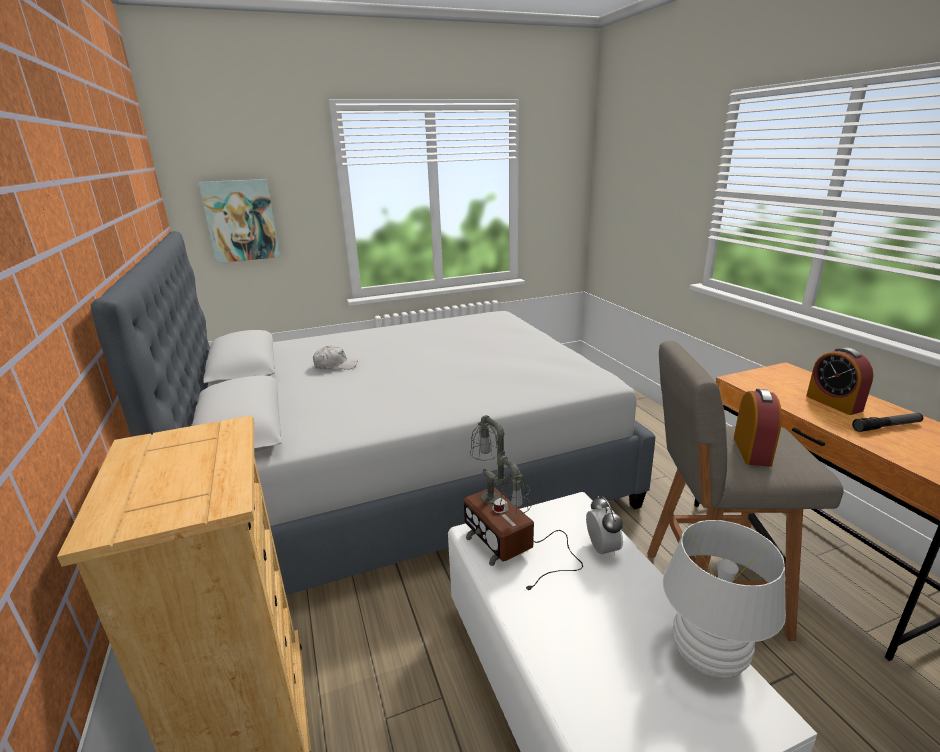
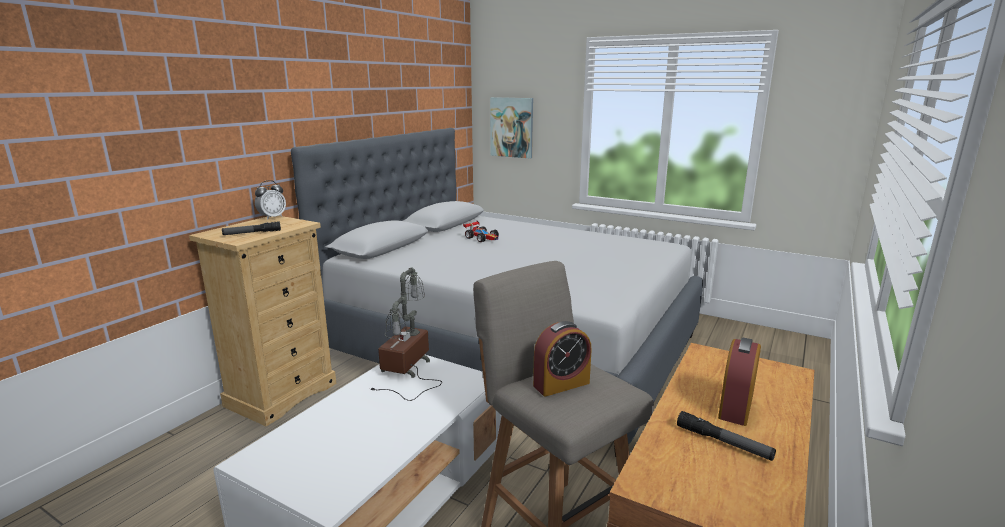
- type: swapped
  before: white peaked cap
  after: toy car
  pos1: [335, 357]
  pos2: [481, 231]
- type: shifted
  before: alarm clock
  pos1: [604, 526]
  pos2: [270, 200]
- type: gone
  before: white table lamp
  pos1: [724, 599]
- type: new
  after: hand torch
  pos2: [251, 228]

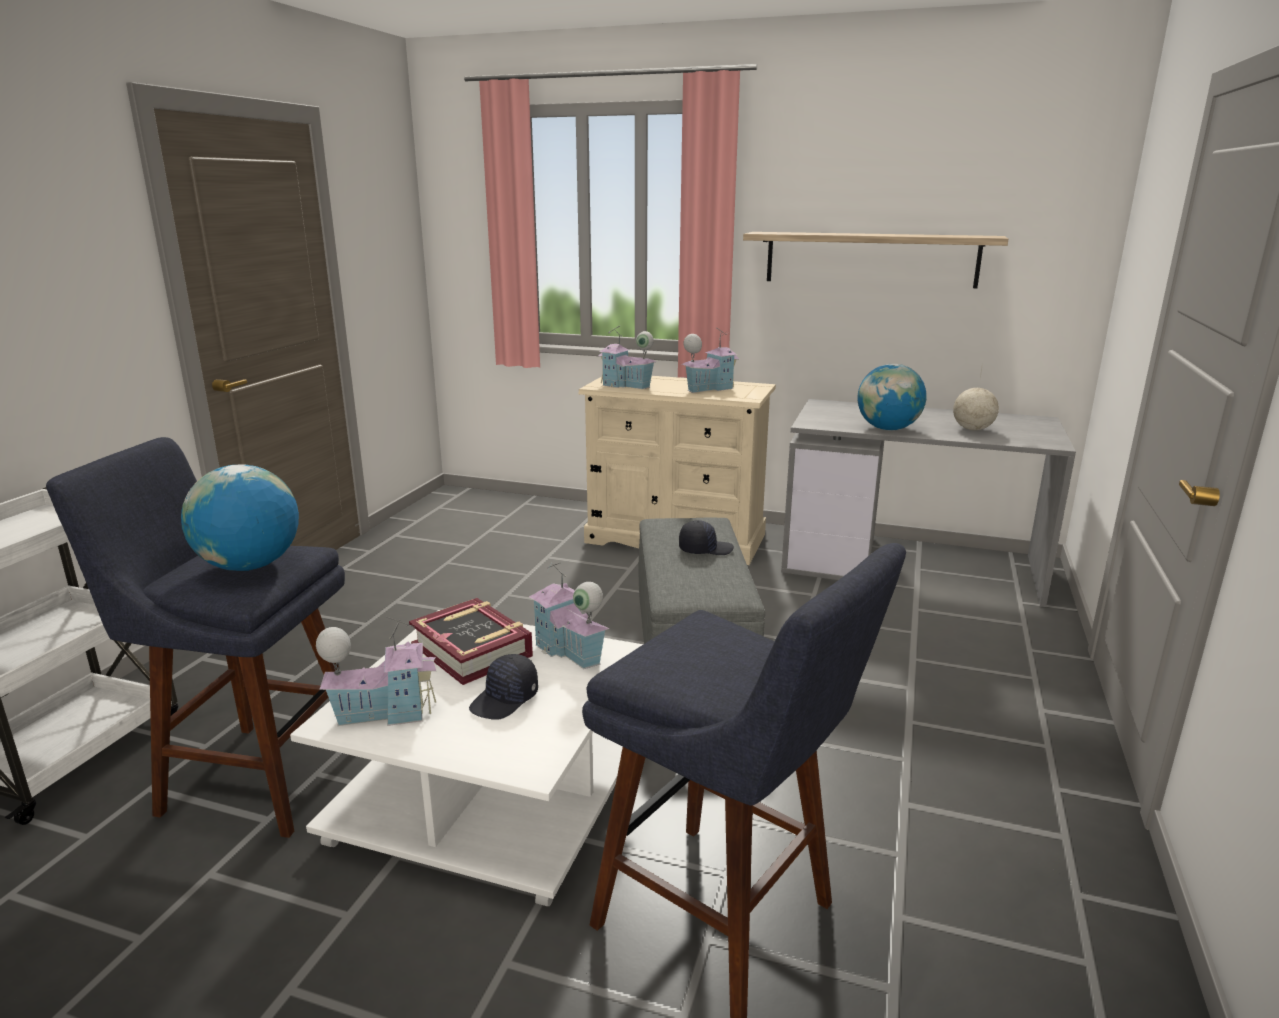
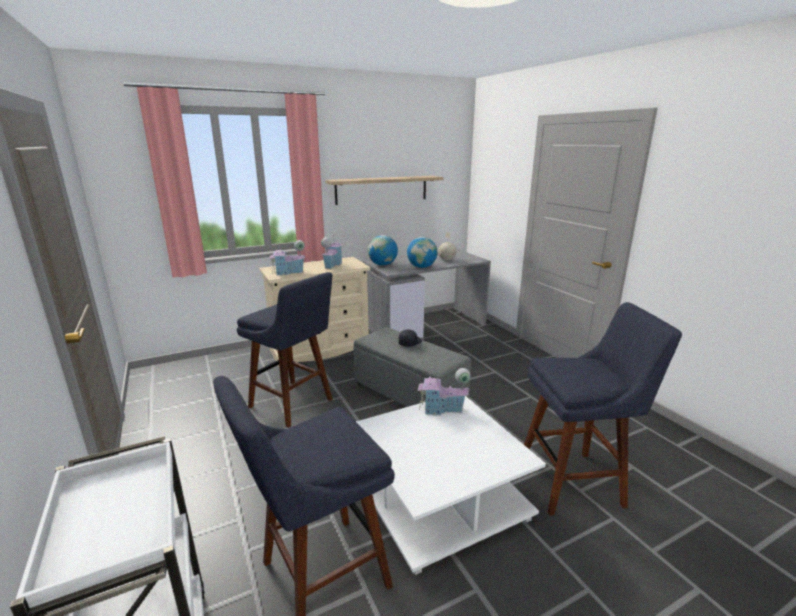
- type: shifted
  before: world globe
  pos1: [240, 517]
  pos2: [383, 250]
- type: gone
  before: model house
  pos1: [376, 671]
- type: gone
  before: volume
  pos1: [471, 641]
- type: gone
  before: blackish peaked cap
  pos1: [503, 687]
- type: new
  after: blue sitting stool
  pos2: [284, 350]

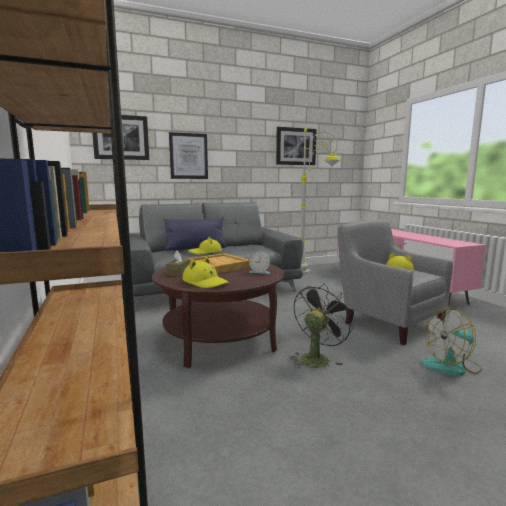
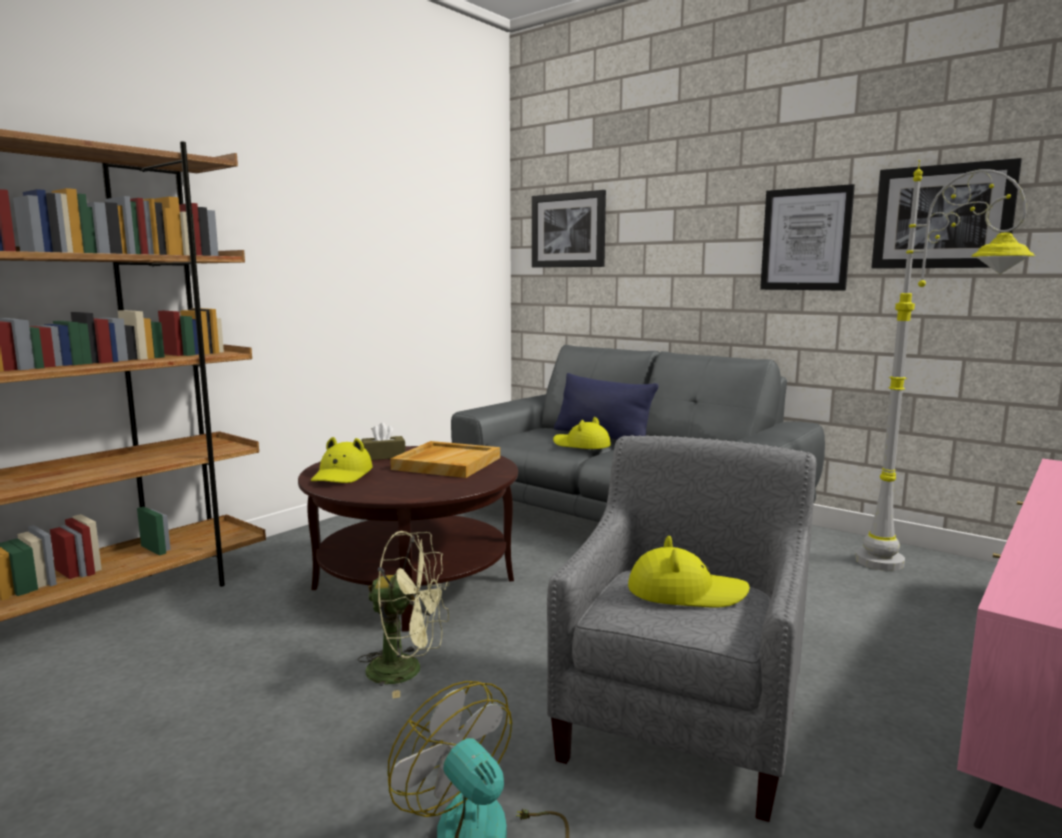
- type: shifted
  before: wall picture
  pos1: [188, 155]
  pos2: [807, 237]
- type: gone
  before: alarm clock
  pos1: [259, 262]
- type: repainted
  before: blackish fan
  after: green-coloured fan
  pos1: [322, 326]
  pos2: [403, 614]

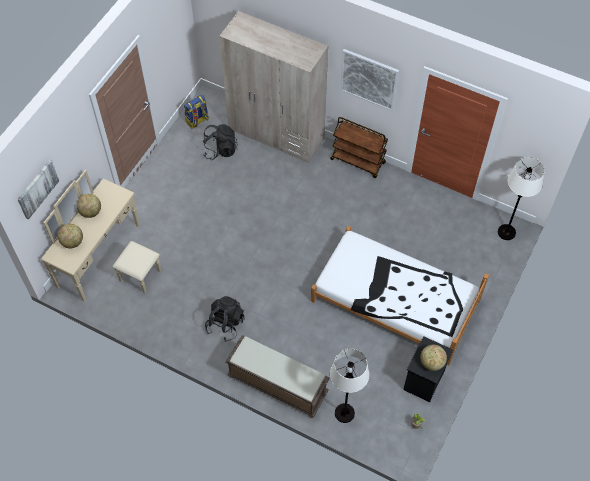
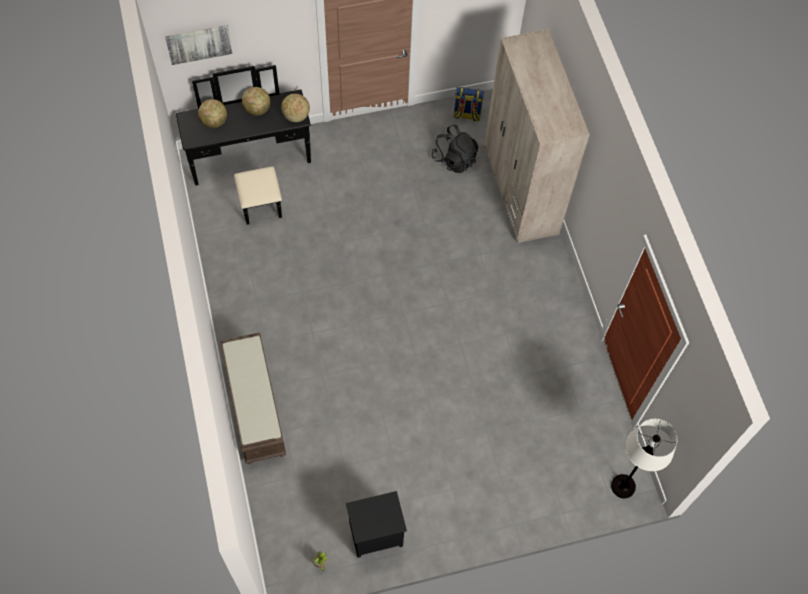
- type: repainted
  before: beige drawer chest
  after: blackish drawer chest
  pos1: [101, 236]
  pos2: [243, 145]
- type: gone
  before: blackish knapsack
  pos1: [225, 319]
- type: gone
  before: white bed
  pos1: [400, 296]
- type: gone
  before: brown trolley
  pos1: [359, 147]
- type: gone
  before: white standard lamp
  pos1: [349, 386]
- type: gone
  before: wall picture
  pos1: [369, 80]
- type: shifted
  before: world globe
  pos1: [433, 358]
  pos2: [295, 108]

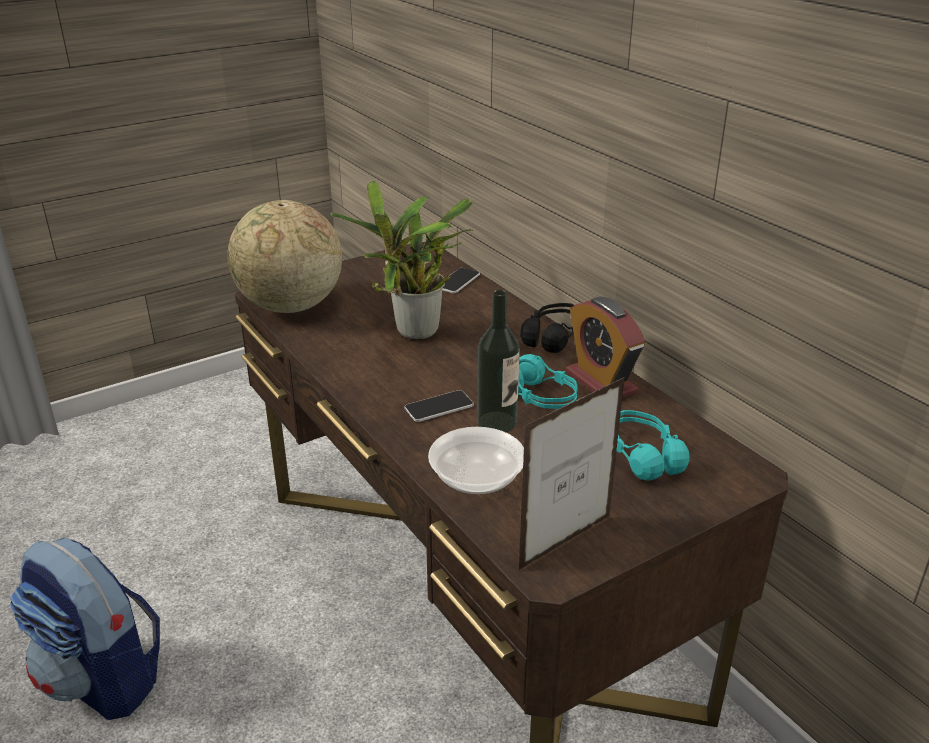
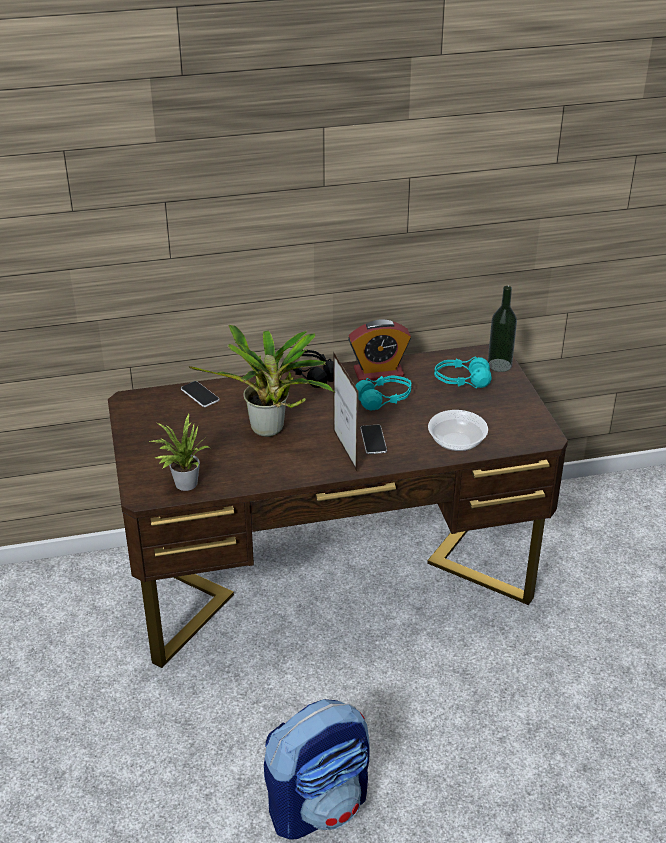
- type: swapped
  before: world globe
  after: houseplant
  pos1: [284, 256]
  pos2: [179, 452]
- type: shifted
  before: beverage bottle
  pos1: [498, 361]
  pos2: [502, 329]
- type: shifted
  before: standing frame
  pos1: [572, 473]
  pos2: [346, 411]

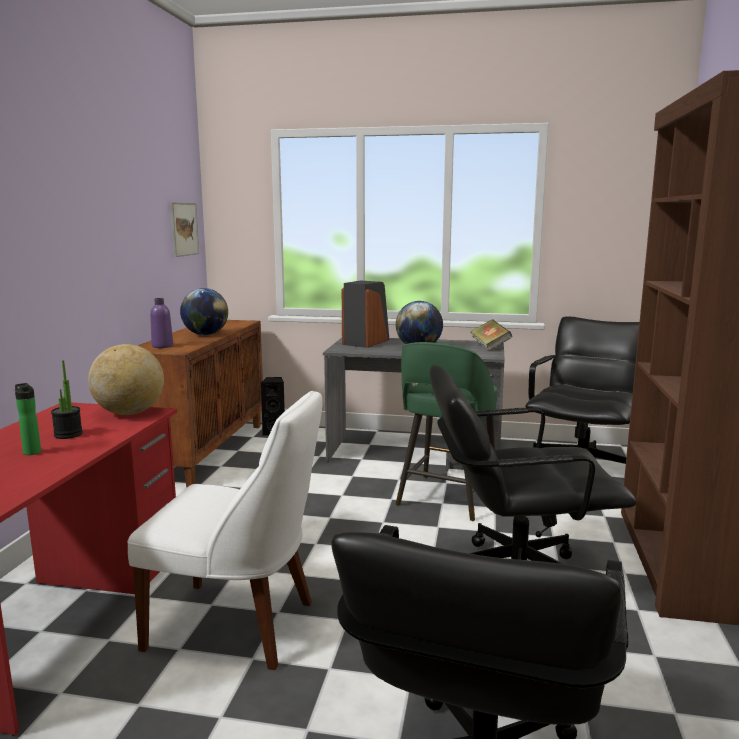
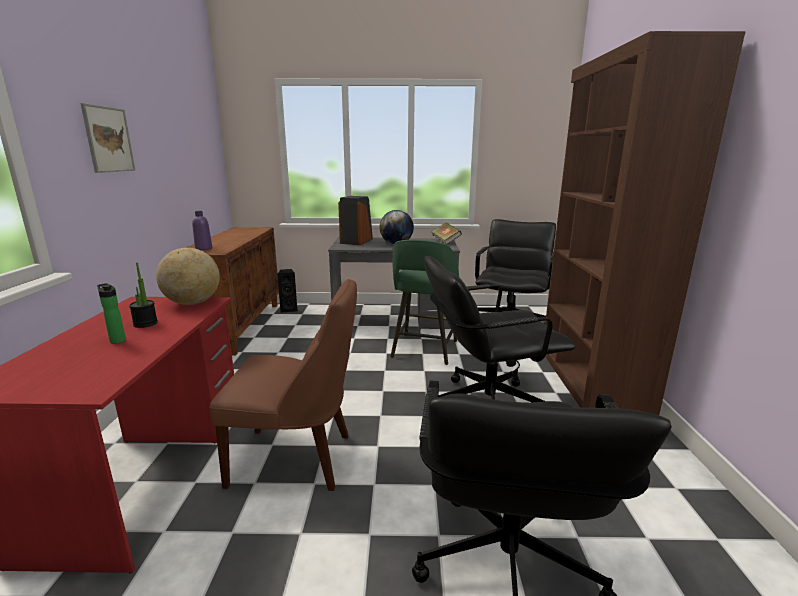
- type: repainted
  before: white chair
  after: brown chair
  pos1: [225, 530]
  pos2: [283, 385]
- type: shifted
  before: wall picture
  pos1: [184, 229]
  pos2: [107, 138]
- type: gone
  before: world globe
  pos1: [204, 311]

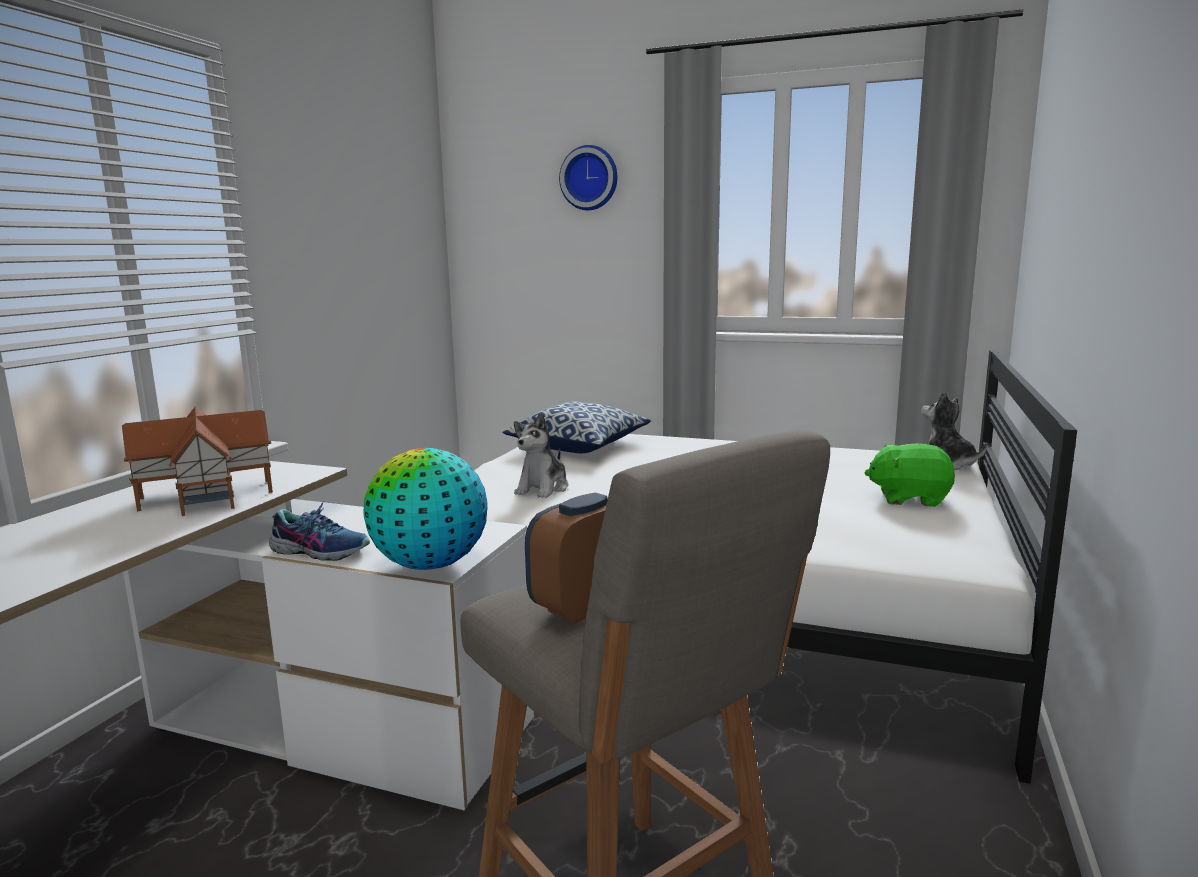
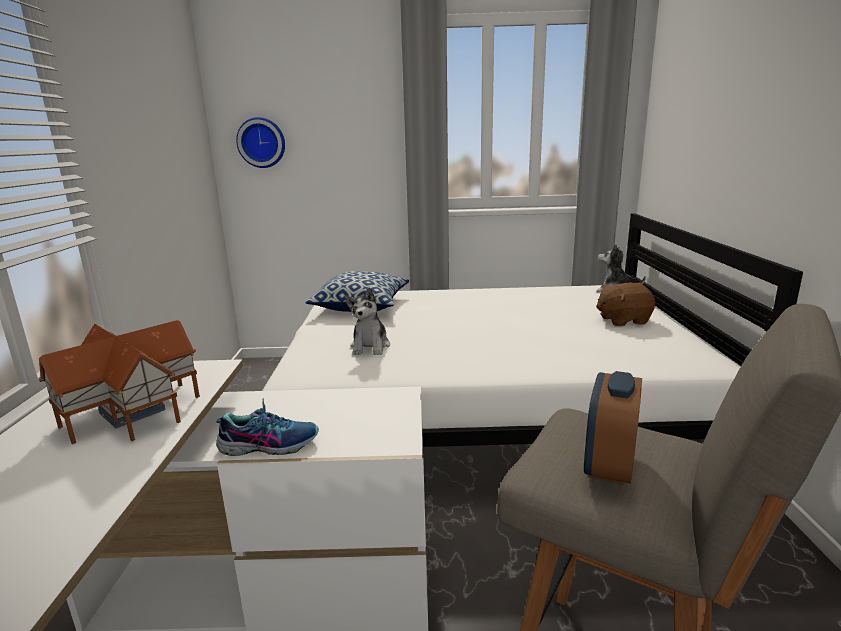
- type: gone
  before: world globe
  pos1: [425, 509]
- type: shifted
  before: clock on the wall
  pos1: [588, 177]
  pos2: [260, 142]
- type: repainted
  before: green-coloured cuddly toy
  after: brown cuddly toy
  pos1: [910, 475]
  pos2: [625, 304]

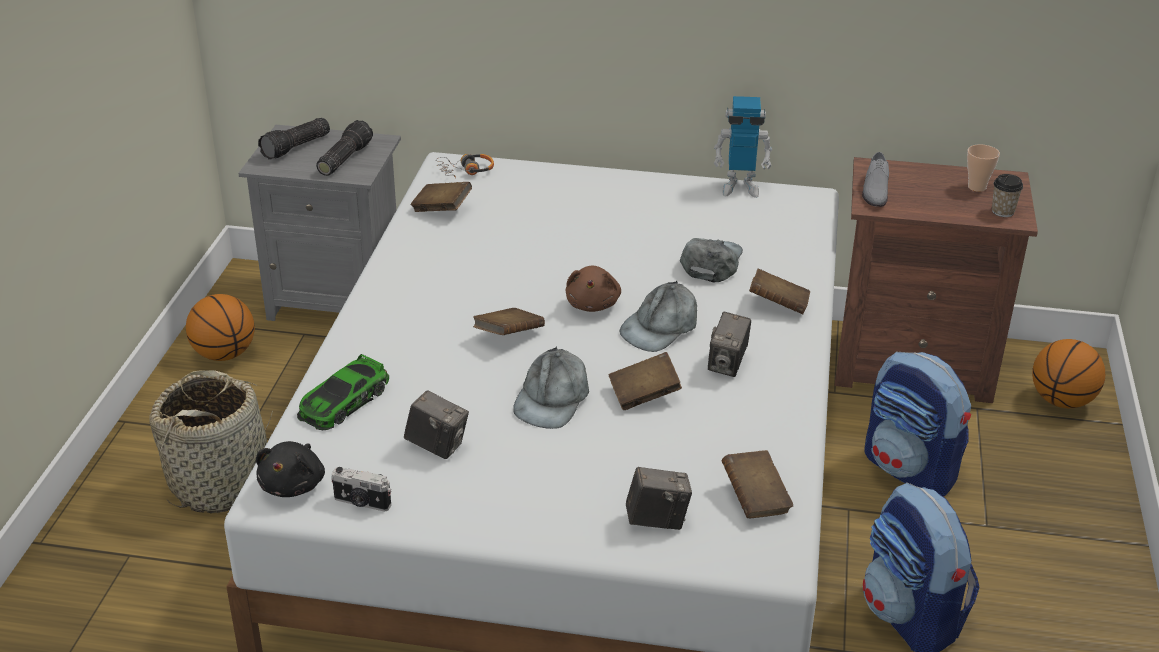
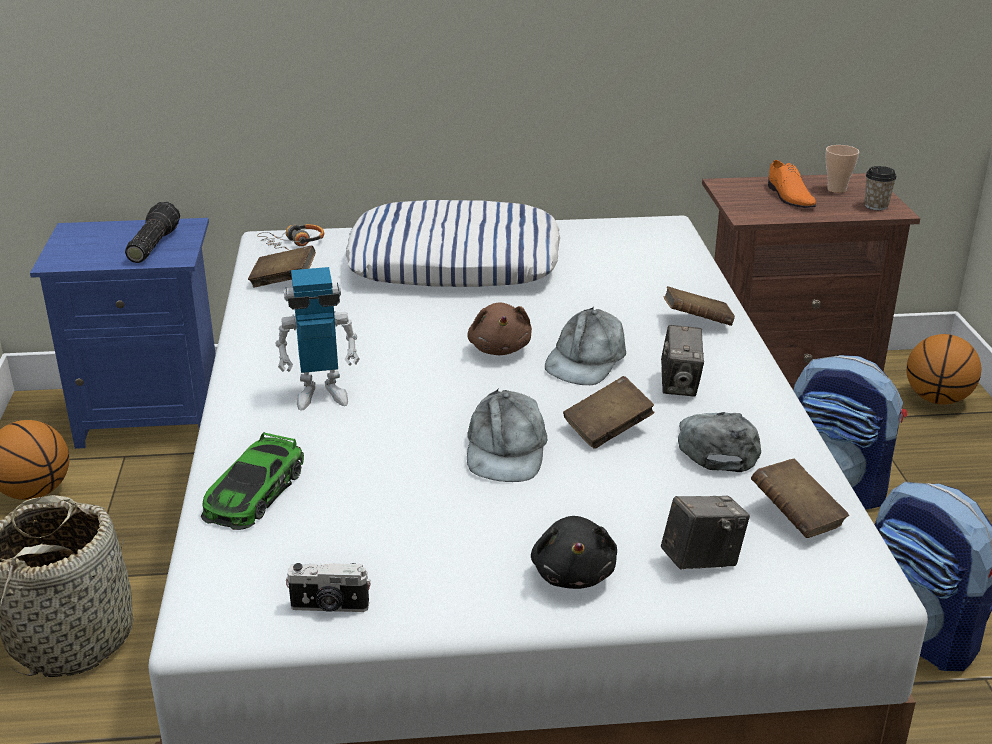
- type: repainted
  before: grey night table
  after: blue night table
  pos1: [319, 223]
  pos2: [123, 333]
- type: shifted
  before: blackish cuddly toy
  pos1: [290, 469]
  pos2: [574, 552]
- type: gone
  before: hand torch
  pos1: [294, 138]
- type: gone
  before: still camera
  pos1: [436, 424]
- type: gone
  before: brown volume
  pos1: [509, 321]
- type: shifted
  before: grey peaked cap
  pos1: [711, 260]
  pos2: [719, 442]
- type: shifted
  before: robot figure
  pos1: [743, 147]
  pos2: [317, 339]
- type: gone
  before: grey shoe
  pos1: [875, 179]
- type: new
  after: pillow
  pos2: [453, 243]
- type: new
  after: orange-coloured shoe
  pos2: [792, 184]

